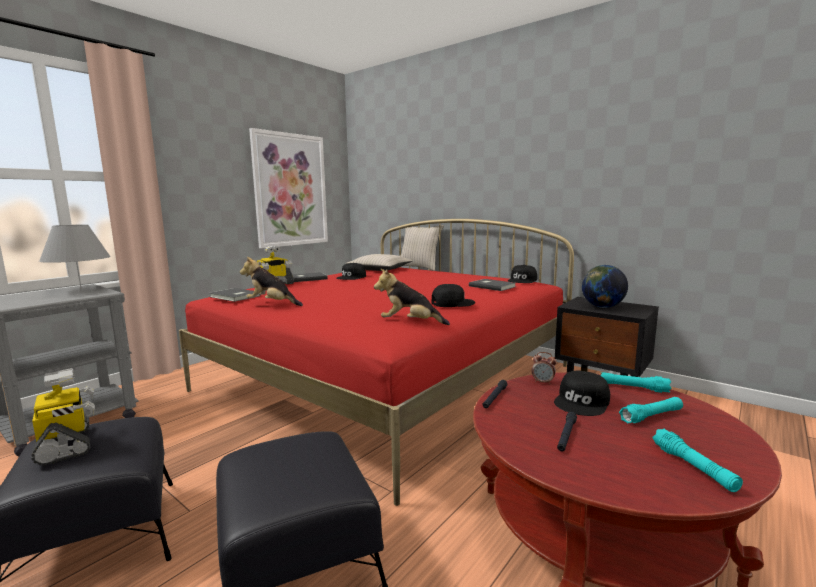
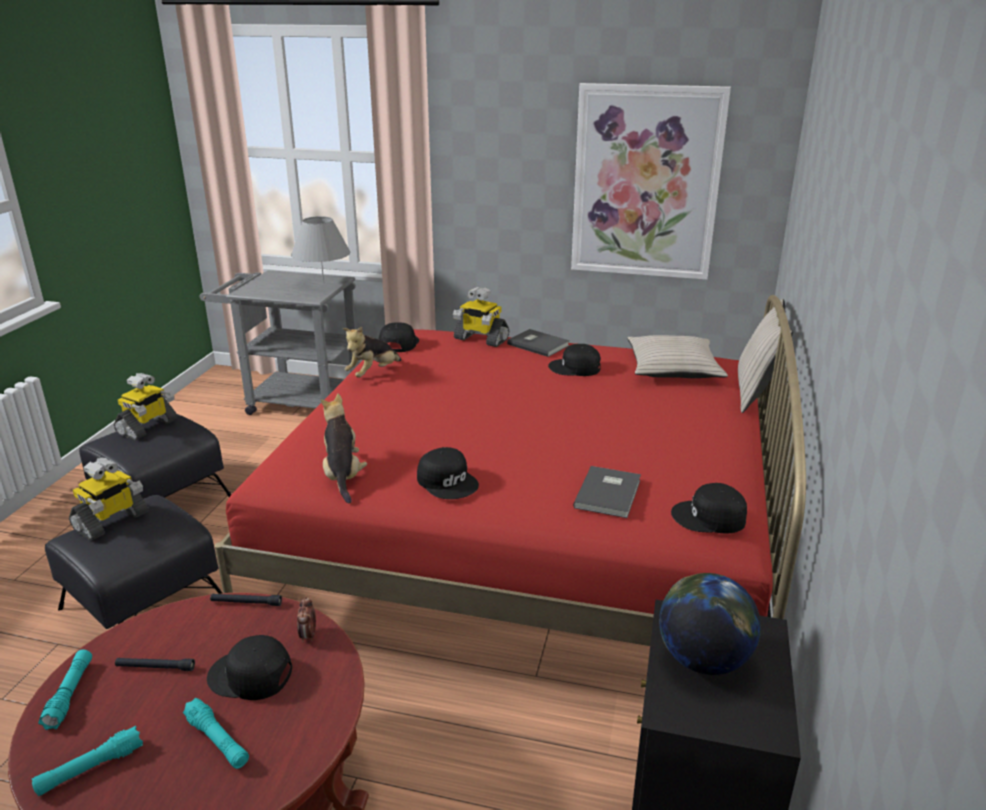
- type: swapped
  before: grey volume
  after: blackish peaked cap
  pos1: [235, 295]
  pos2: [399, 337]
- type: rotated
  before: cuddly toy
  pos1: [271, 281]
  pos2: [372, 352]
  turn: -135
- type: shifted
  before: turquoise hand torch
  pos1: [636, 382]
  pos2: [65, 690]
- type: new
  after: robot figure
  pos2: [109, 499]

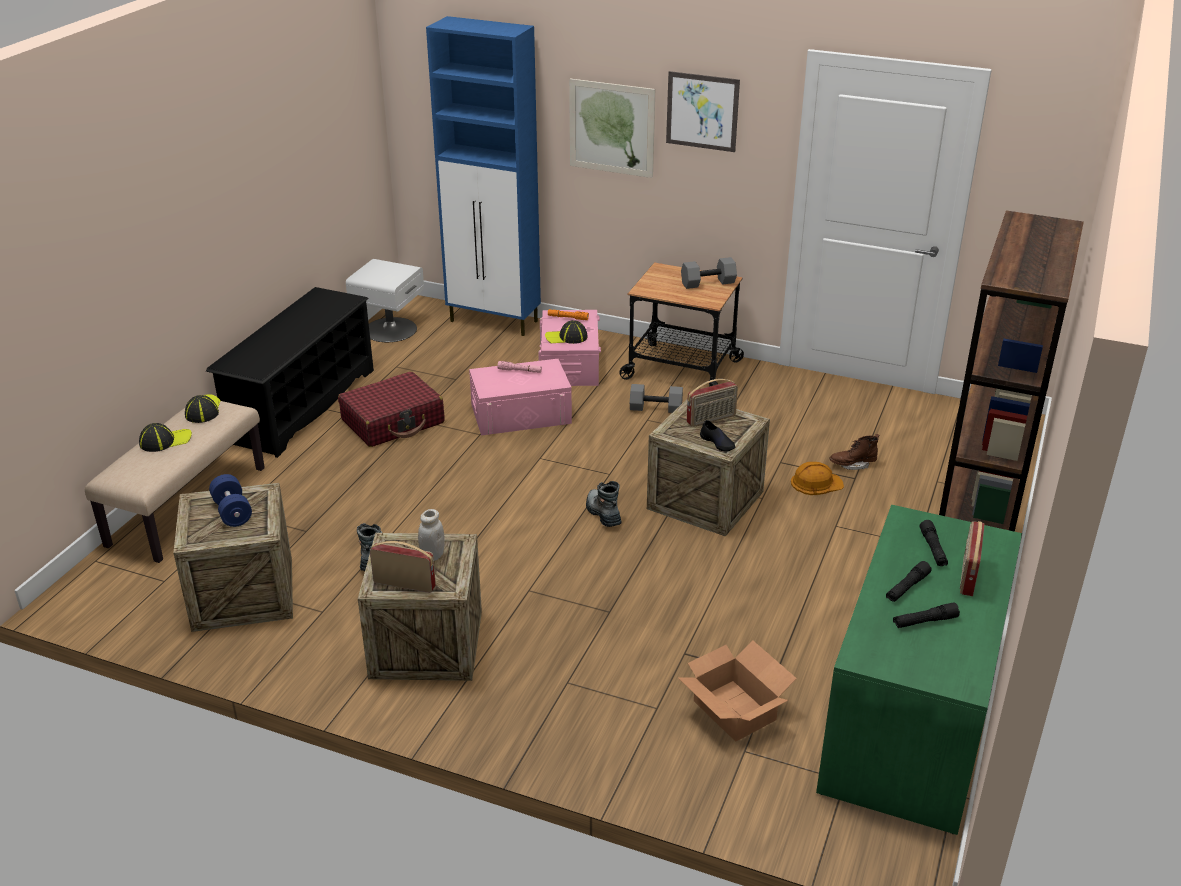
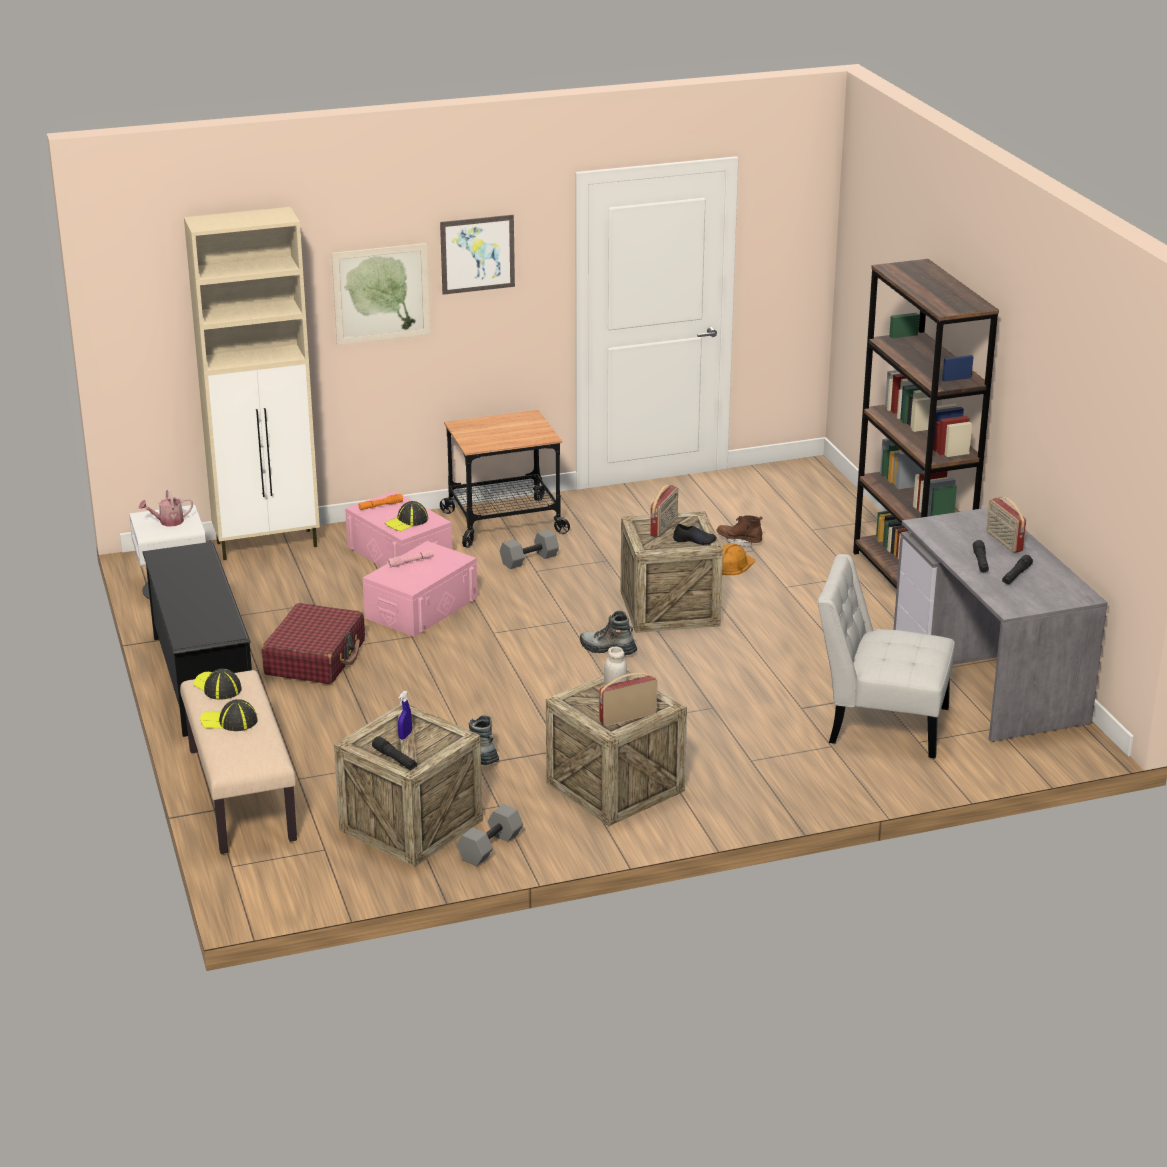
- type: rotated
  before: peaked cap
  pos1: [165, 437]
  pos2: [228, 715]
  turn: -105
- type: swapped
  before: blue dumbbell
  after: blue spray bottle
  pos1: [230, 500]
  pos2: [405, 715]
- type: repainted
  before: blue cabinet
  after: beige cabinet
  pos1: [483, 176]
  pos2: [252, 383]
- type: swapped
  before: packing box
  after: white chair
  pos1: [738, 691]
  pos2: [886, 656]
- type: shifted
  before: grey dumbbell
  pos1: [709, 273]
  pos2: [490, 835]
- type: repainted
  before: green-coloured desk unit
  after: grey desk unit
  pos1: [919, 670]
  pos2: [1000, 624]
- type: rotated
  before: brown boot
  pos1: [854, 452]
  pos2: [739, 531]
  turn: 75
- type: shifted
  before: blackish hand torch
  pos1: [934, 543]
  pos2: [394, 753]
- type: new
  after: watering pot
  pos2: [166, 508]

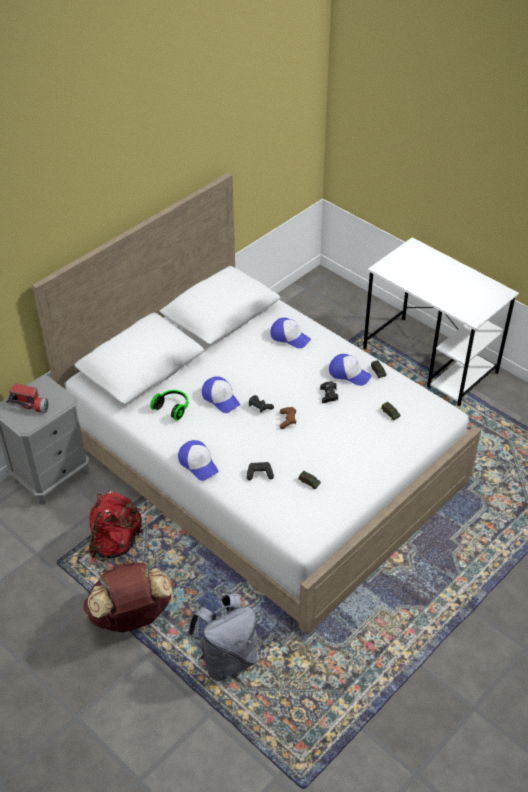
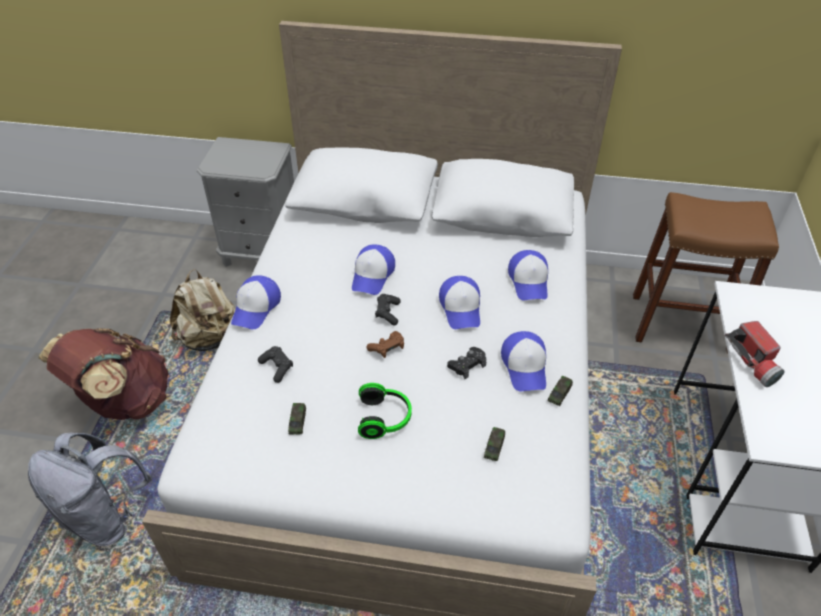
- type: shifted
  before: hand torch
  pos1: [27, 398]
  pos2: [755, 354]
- type: repainted
  before: red-coloured knapsack
  after: beige knapsack
  pos1: [116, 526]
  pos2: [203, 310]
- type: shifted
  before: pair of headphones
  pos1: [169, 405]
  pos2: [385, 411]
- type: new
  after: peaked cap
  pos2: [459, 302]
- type: new
  after: brown sitting stool
  pos2: [706, 272]

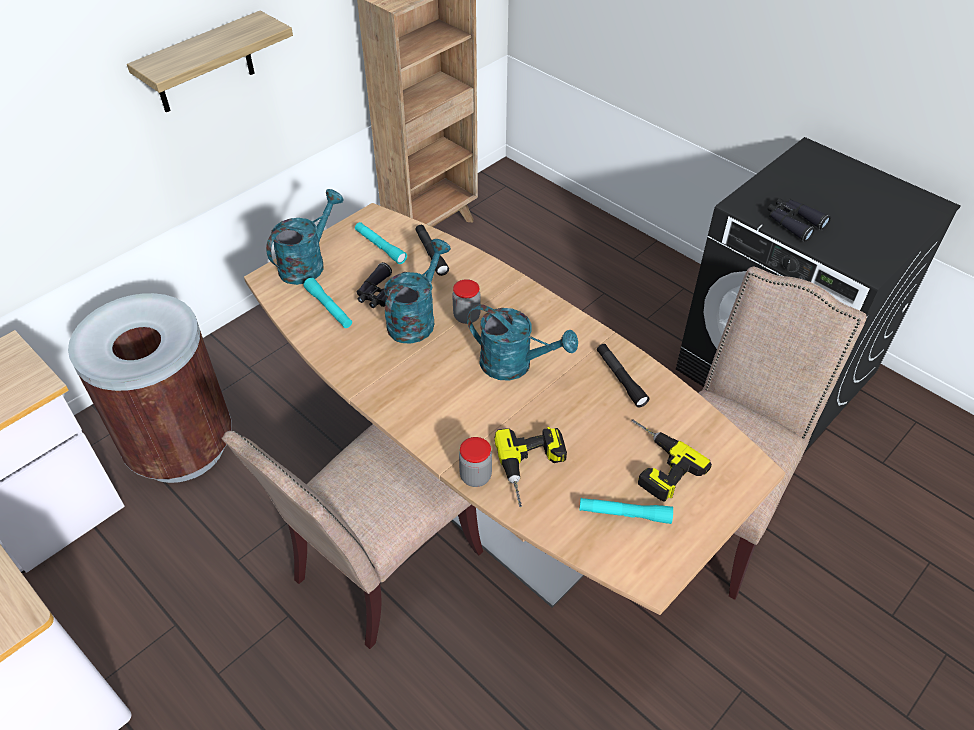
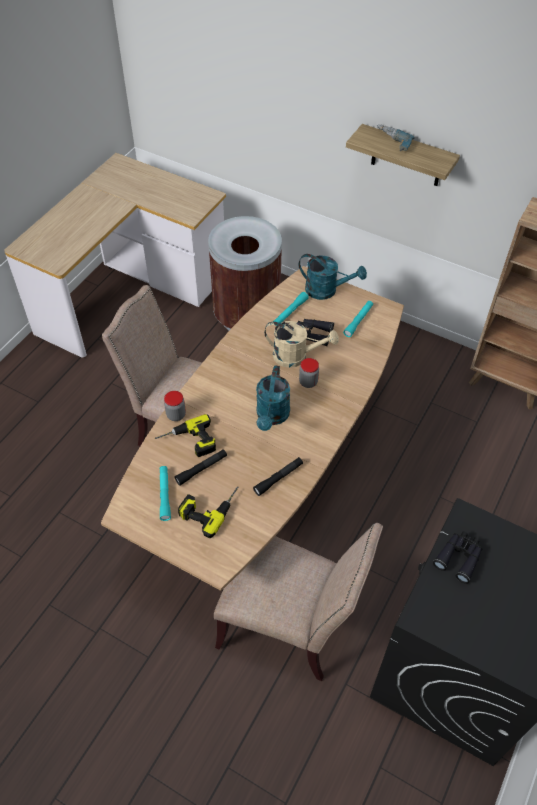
- type: repainted
  before: turquoise watering pot
  after: beige watering pot
  pos1: [417, 291]
  pos2: [301, 344]
- type: shifted
  before: blackish hand torch
  pos1: [432, 250]
  pos2: [200, 467]
- type: new
  after: electric drill
  pos2: [395, 137]

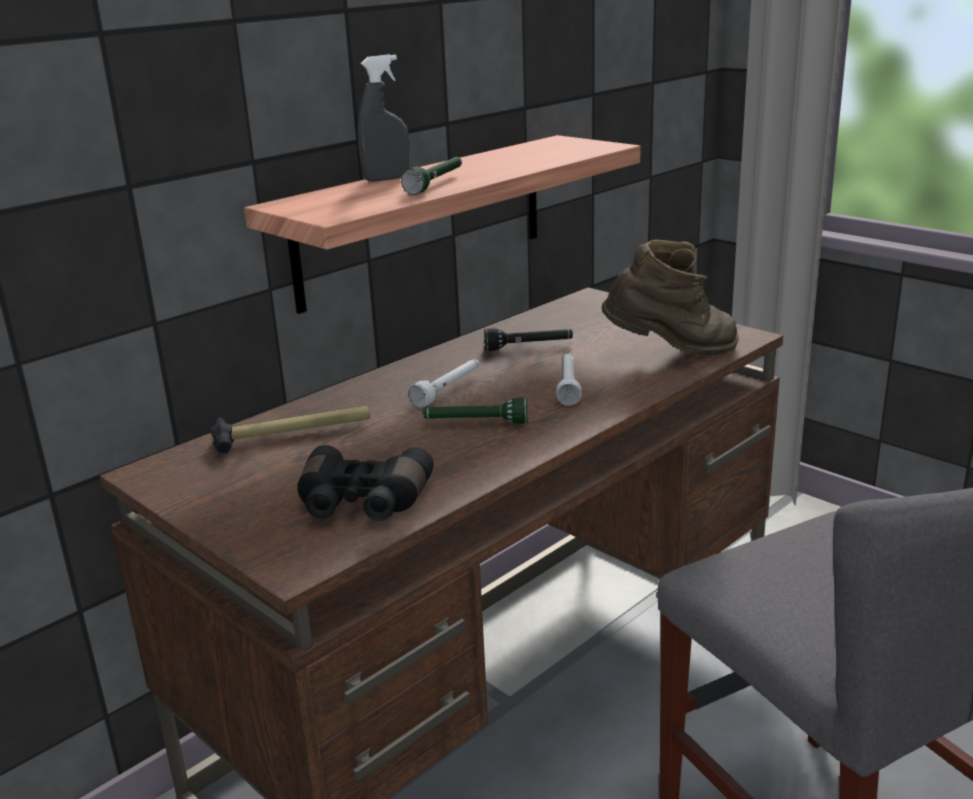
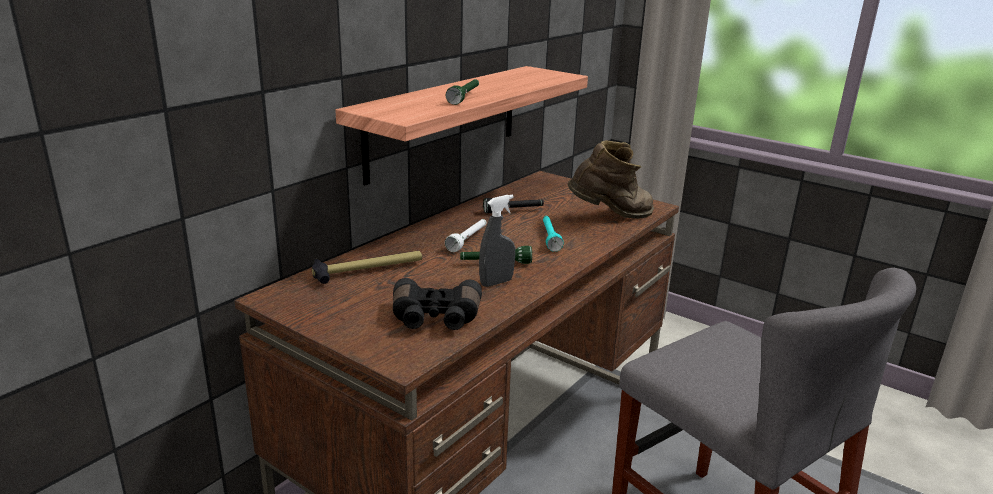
- type: shifted
  before: grey spray bottle
  pos1: [383, 118]
  pos2: [497, 241]
- type: repainted
  before: white hand torch
  after: turquoise hand torch
  pos1: [569, 379]
  pos2: [553, 234]

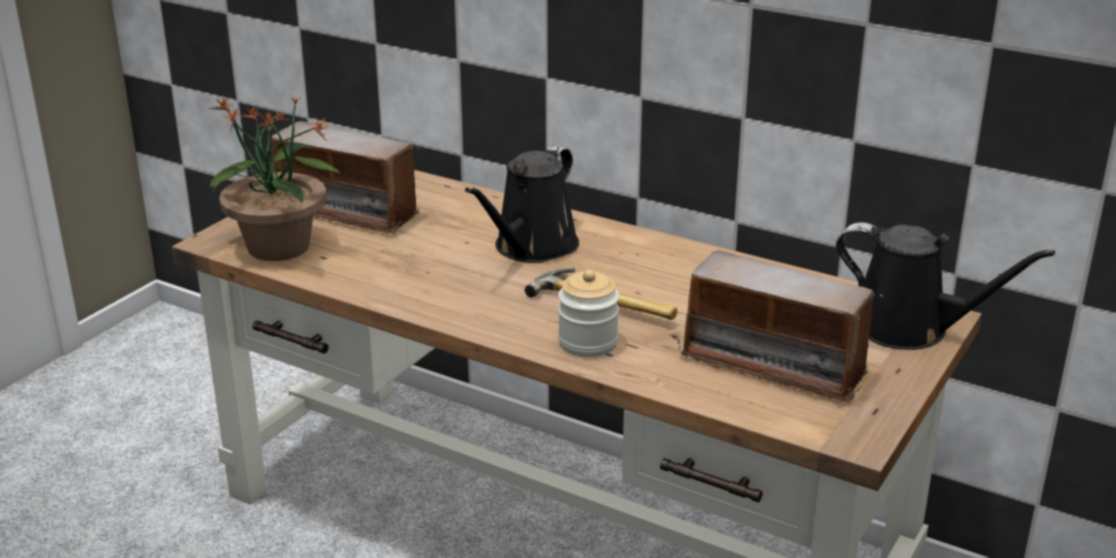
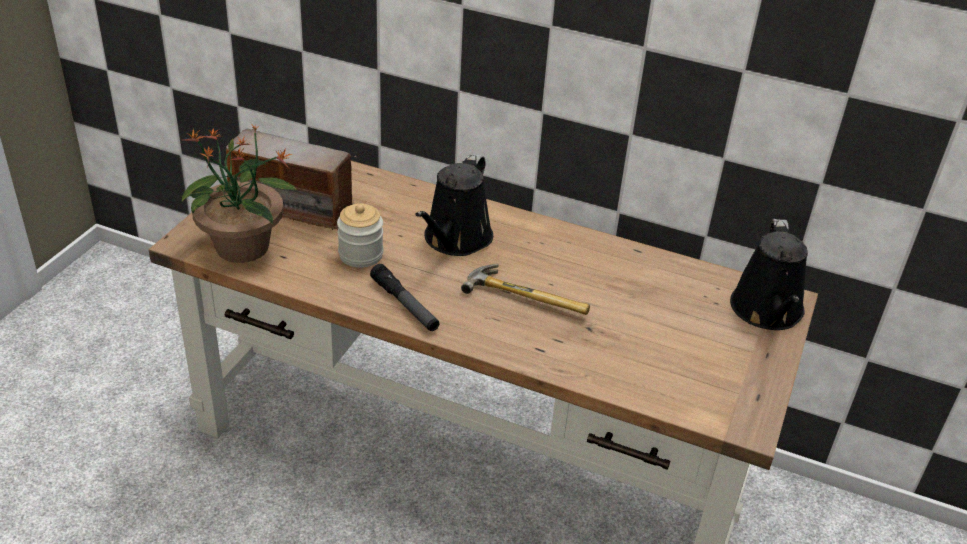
- type: shifted
  before: jar
  pos1: [588, 313]
  pos2: [360, 235]
- type: gone
  before: radio
  pos1: [780, 326]
- type: rotated
  before: blackish watering pot
  pos1: [945, 286]
  pos2: [769, 274]
  turn: 75
- type: new
  after: hand torch
  pos2: [404, 297]

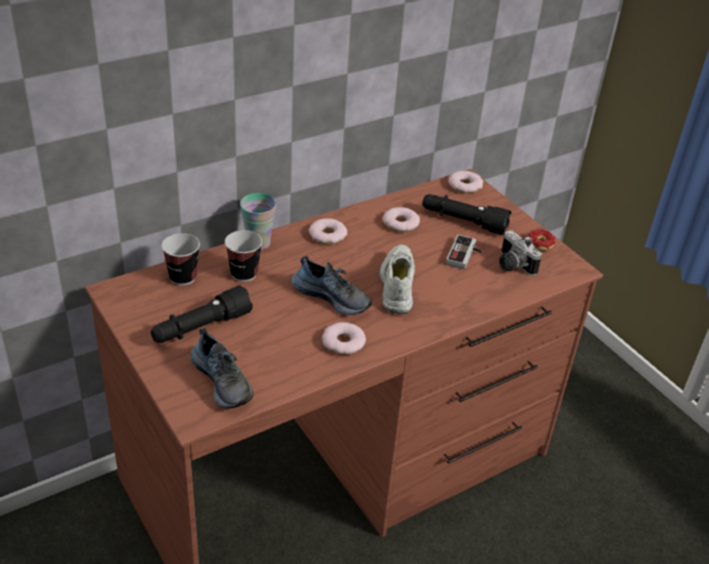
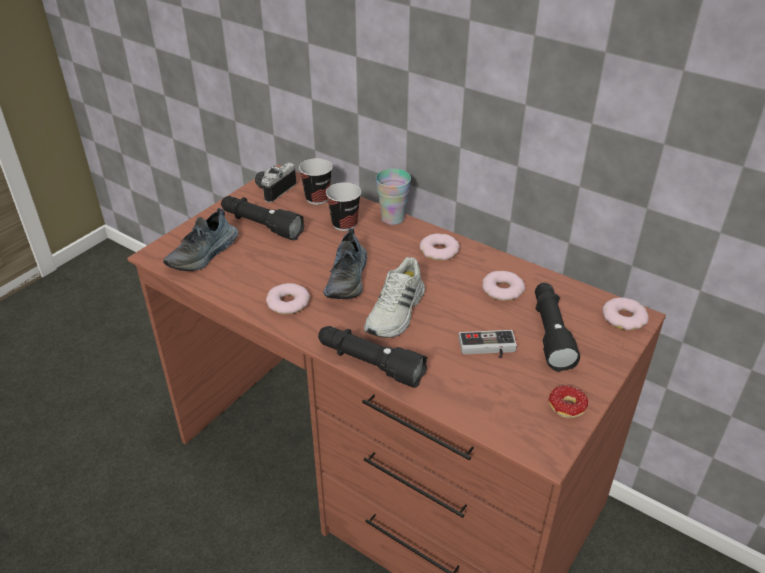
- type: rotated
  before: white shoe
  pos1: [397, 279]
  pos2: [394, 297]
  turn: 135
- type: shifted
  before: still camera
  pos1: [520, 253]
  pos2: [275, 183]
- type: new
  after: blackish hand torch
  pos2: [373, 357]

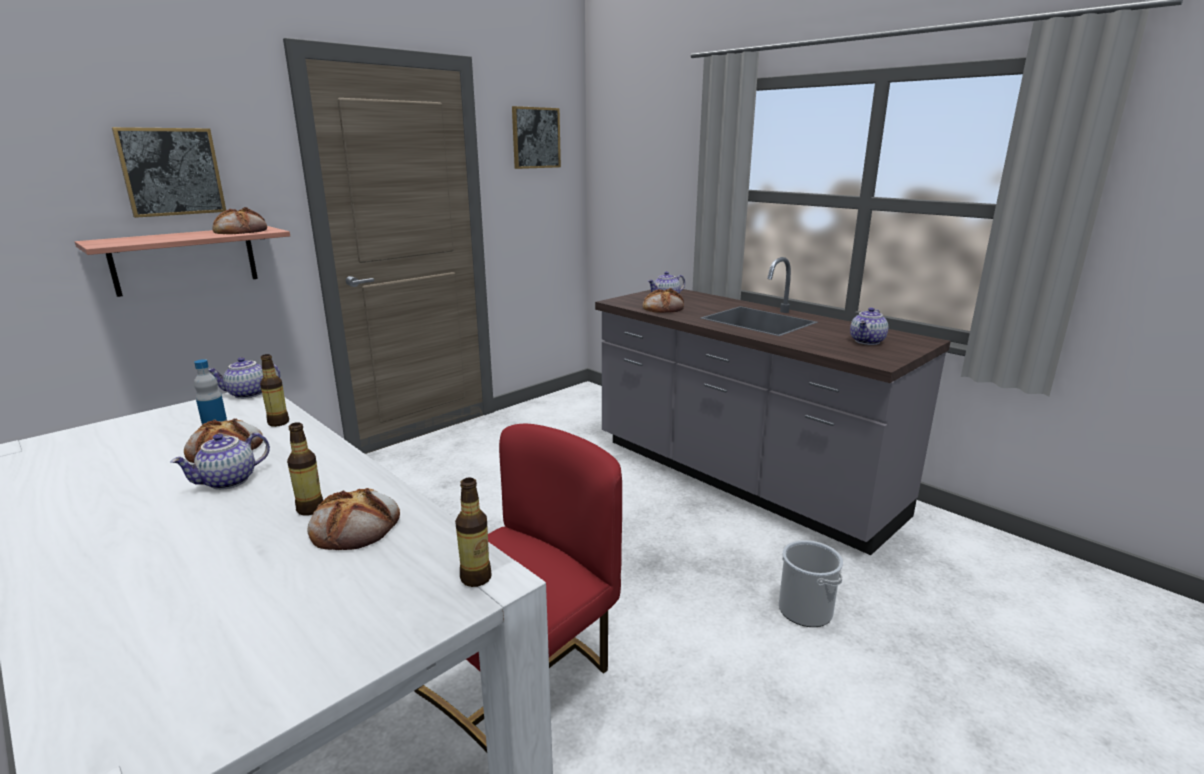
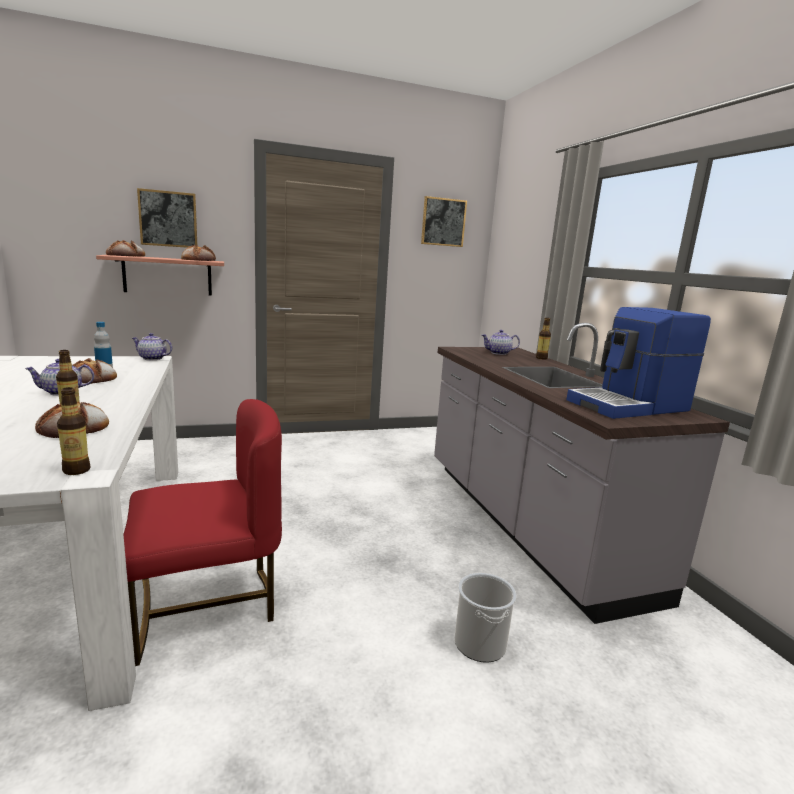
- type: shifted
  before: beverage bottle
  pos1: [274, 390]
  pos2: [543, 338]
- type: shifted
  before: bakery bread
  pos1: [663, 300]
  pos2: [125, 248]
- type: swapped
  before: pot for tea
  after: coffee brewer
  pos1: [869, 326]
  pos2: [638, 363]

